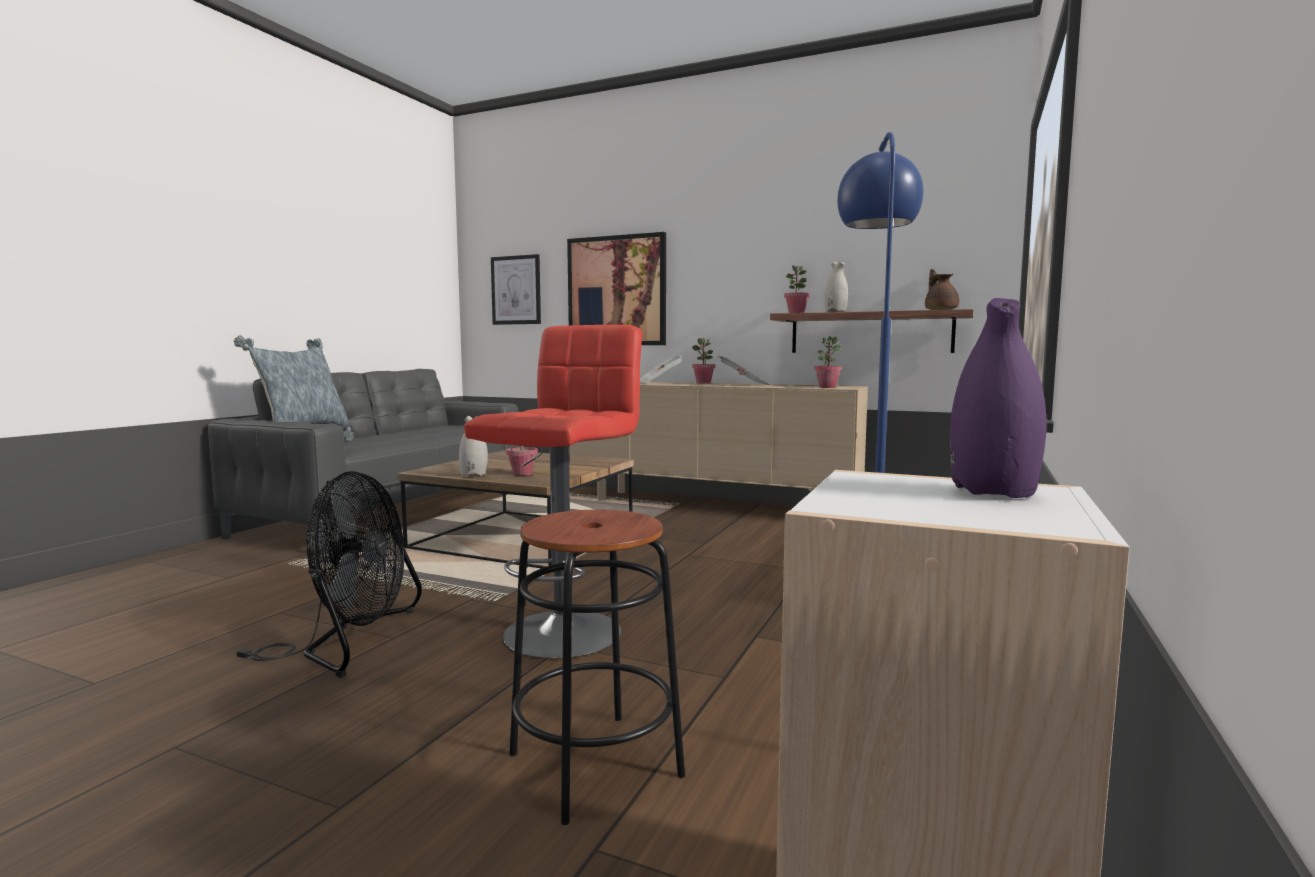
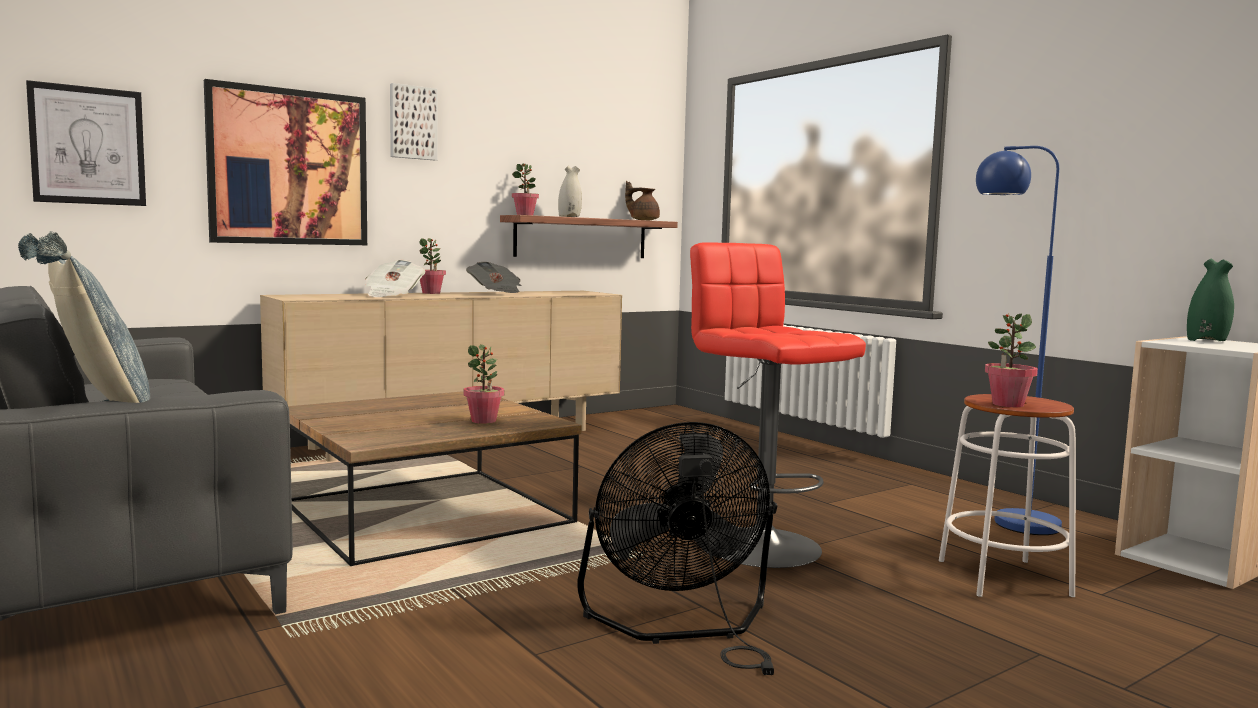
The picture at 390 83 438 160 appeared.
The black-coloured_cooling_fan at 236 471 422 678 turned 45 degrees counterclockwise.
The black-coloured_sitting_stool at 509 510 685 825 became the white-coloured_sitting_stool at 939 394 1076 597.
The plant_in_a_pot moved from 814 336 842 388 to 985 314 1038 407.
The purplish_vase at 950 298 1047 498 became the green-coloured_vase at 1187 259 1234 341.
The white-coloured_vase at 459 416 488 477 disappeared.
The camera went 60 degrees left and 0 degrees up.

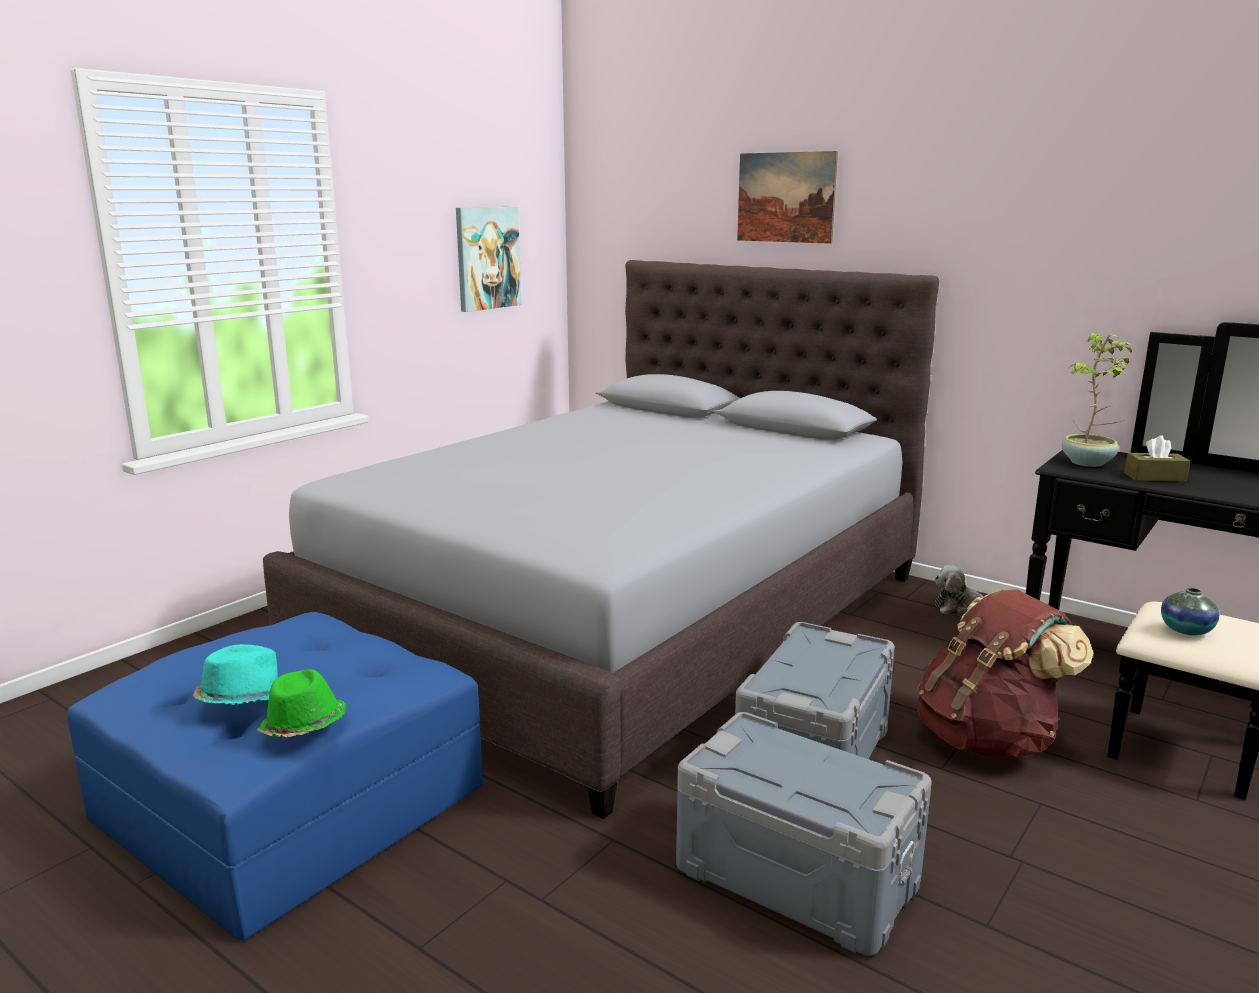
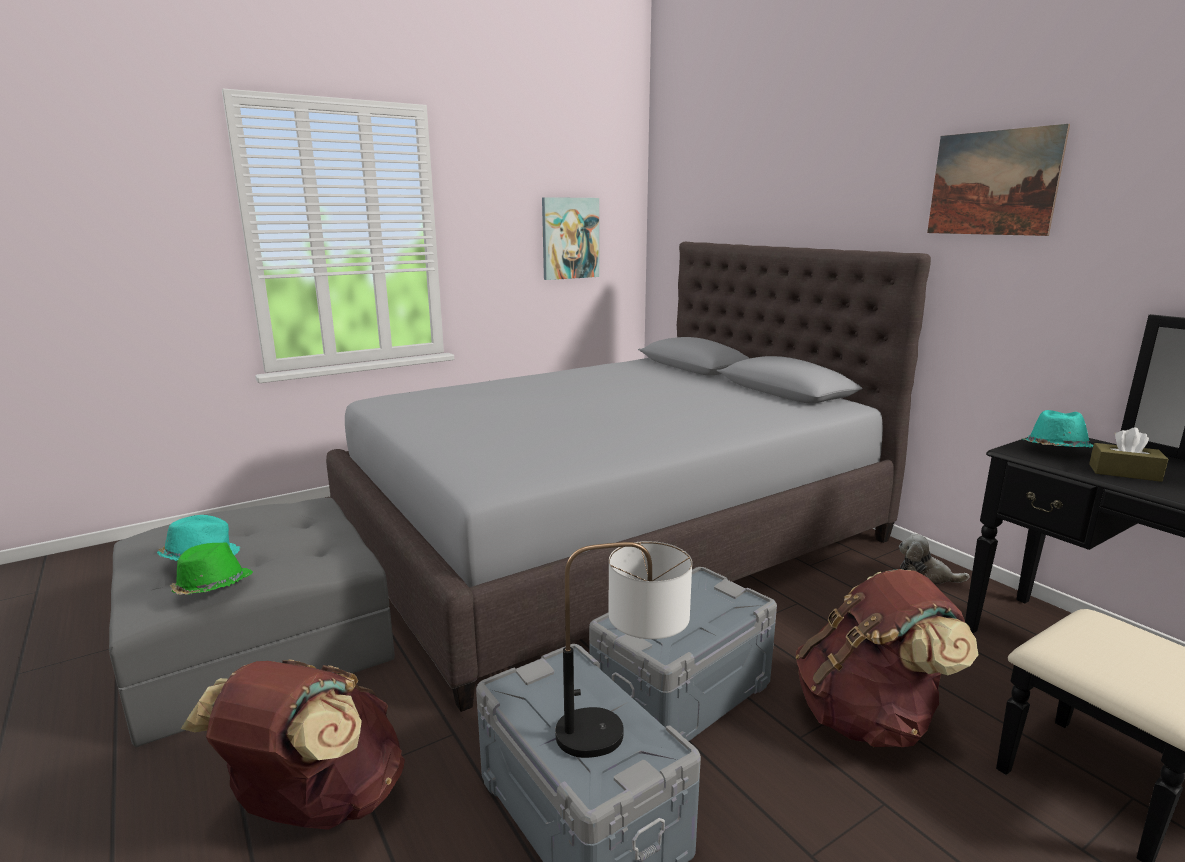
The blue-coloured_pouffe at 67 612 483 941 became the greyish_pouffe at 109 497 395 747.
The brownish_rucksack at 181 659 405 830 appeared.
The tabletop_lamp at 555 541 692 758 appeared.
The picture moved from 737 151 838 244 to 927 124 1070 236.
The plant_in_a_pot at 1062 333 1134 467 was replaced by the turquoise-coloured_clothing_hat at 1022 410 1093 448.
The vase at 1161 588 1219 635 disappeared.
The camera went 20 degrees right and 0 degrees up.

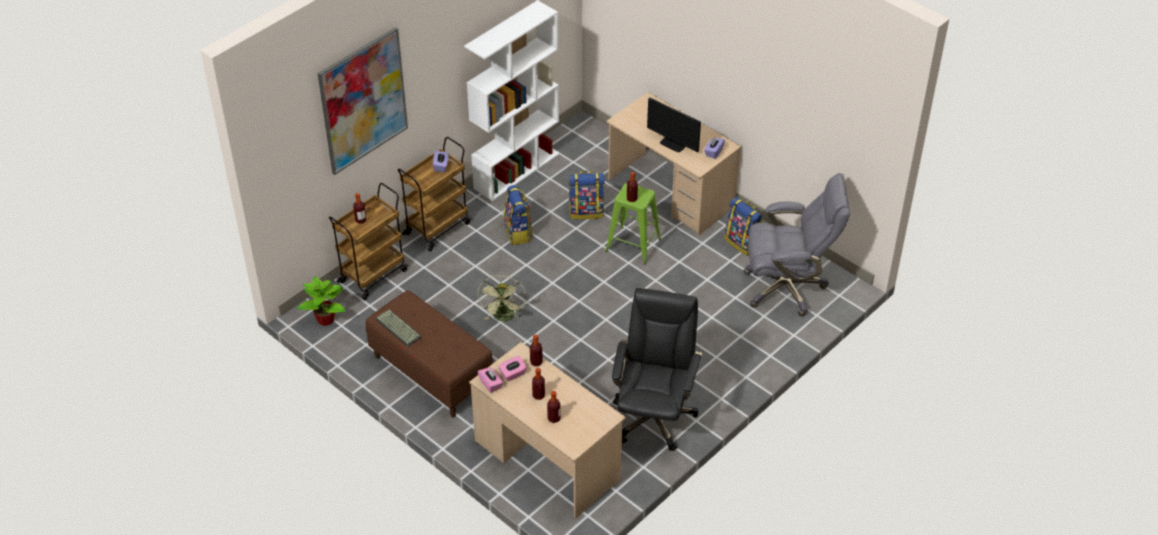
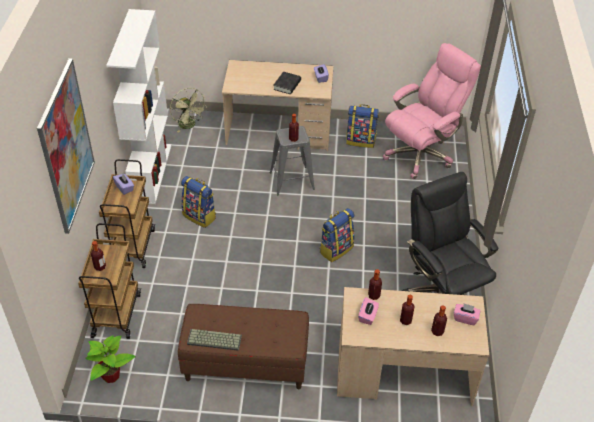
The green-coloured_cooling_fan moved from 478 276 526 322 to 170 88 206 133.
The green-coloured_sitting_stool at 605 183 661 264 became the greyish_sitting_stool at 270 126 315 195.
The computer_screen at 647 98 701 152 was replaced by the black-coloured_book at 273 72 301 94.
The rucksack moved from 568 171 605 219 to 320 208 354 262.
The greyish_desk_chair at 743 173 850 317 became the pinkish_desk_chair at 383 43 481 179.
The pinkish_tissue_box moved from 478 367 503 393 to 454 303 480 325.
The camera went 40 degrees left and 0 degrees up.

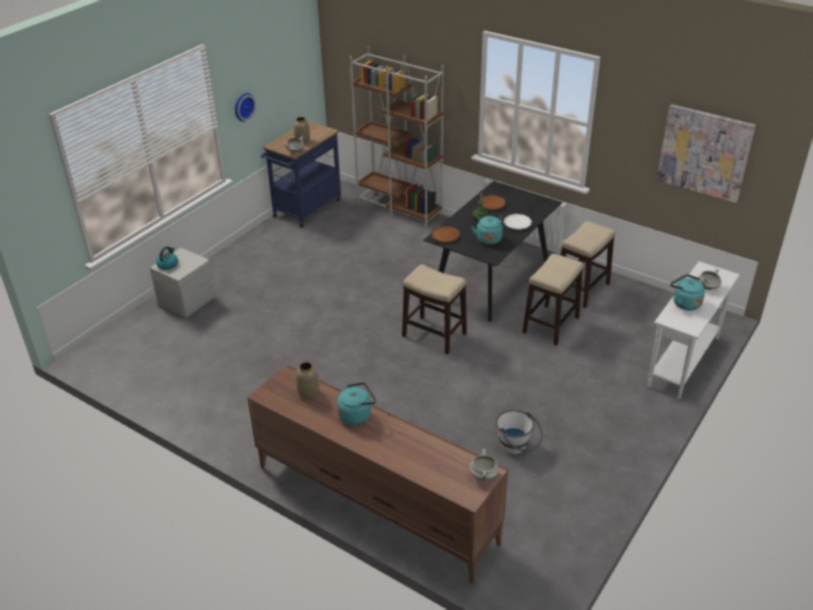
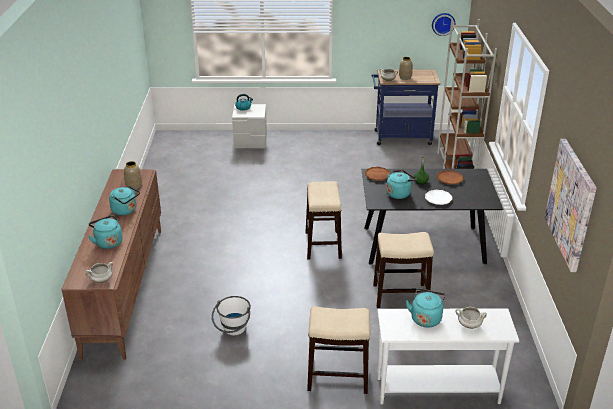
The turquoise-coloured_water_kettle at 89 215 122 249 appeared.
The sitting_stool moved from 561 221 615 308 to 307 306 370 394.
The hanging_clock moved from 235 93 256 122 to 432 13 455 36.
The camera went 55 degrees right and 5 degrees down.

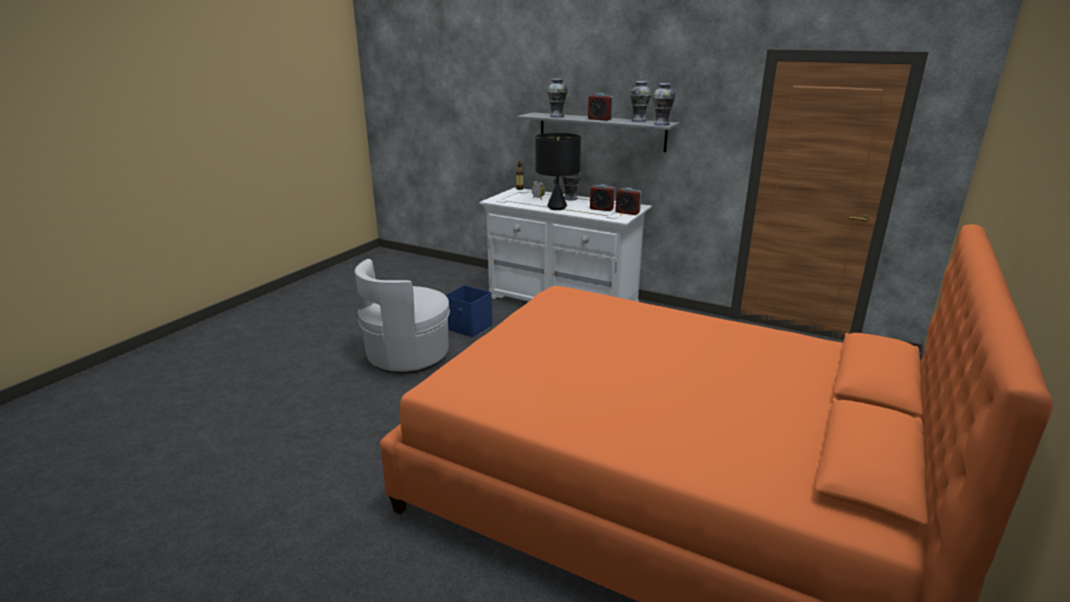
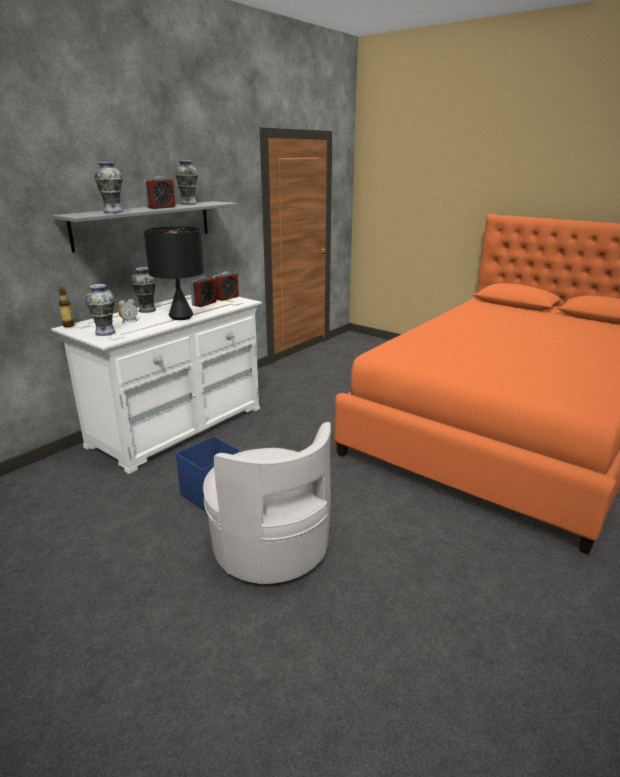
The vase moved from 653 83 675 126 to 86 284 116 336.
The camera went 80 degrees left and 0 degrees up.

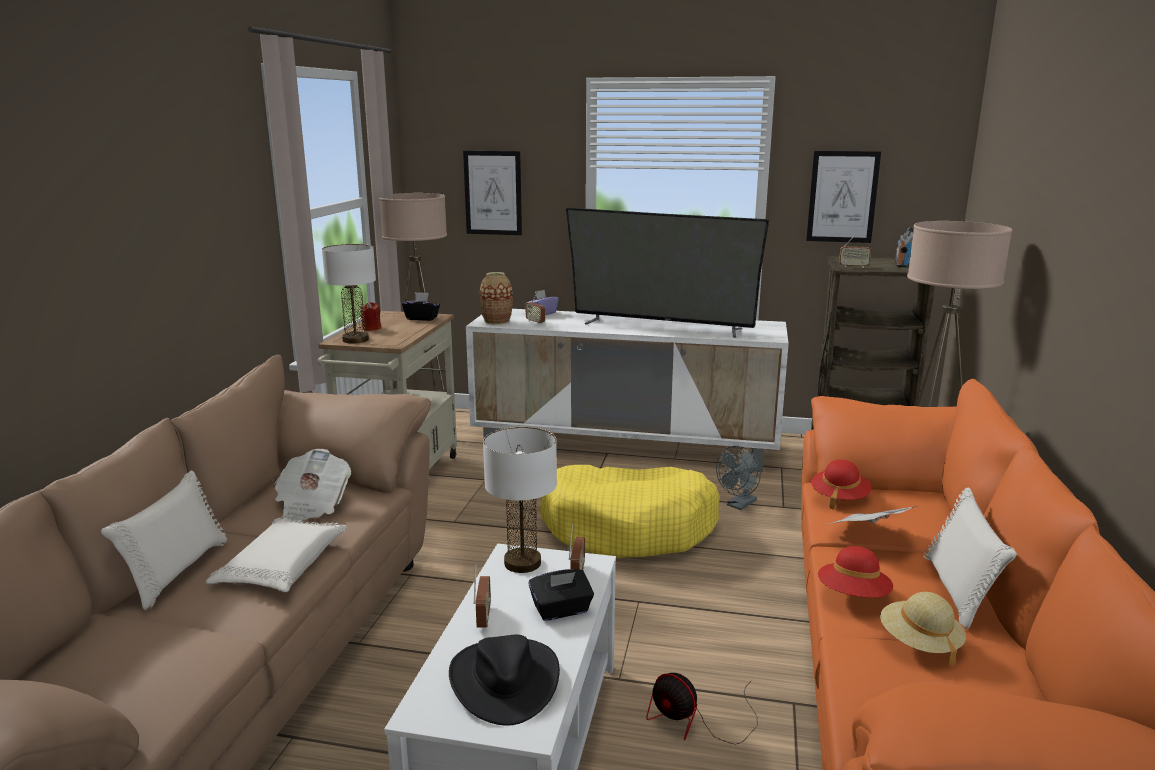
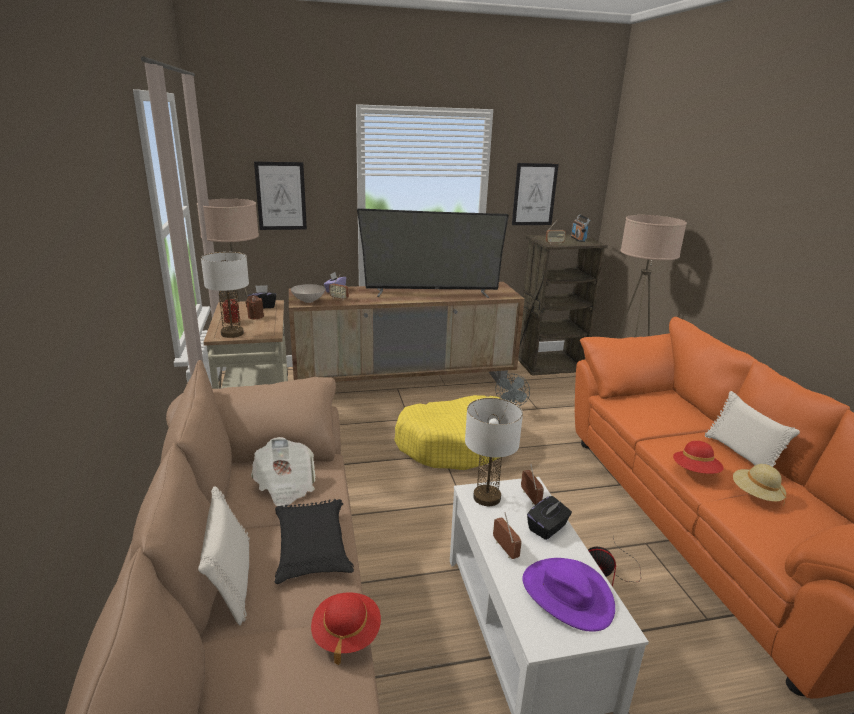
The brownish_wax_candle at 246 295 264 319 appeared.
The white-coloured_pillow at 206 517 347 592 became the black-coloured_pillow at 275 499 354 584.
The white-coloured_tv_stand at 466 309 789 472 became the brownish_tv_stand at 289 282 524 386.
The vase at 480 272 513 325 was replaced by the white-coloured_bowl at 291 284 325 303.
The red_clothing_hat moved from 811 460 872 510 to 311 592 381 665.
The black-coloured_clothing_hat at 449 634 560 726 became the purplish_clothing_hat at 522 558 615 632.
The newspaper at 828 506 917 524 disappeared.
The camera went 25 degrees left and 5 degrees up.

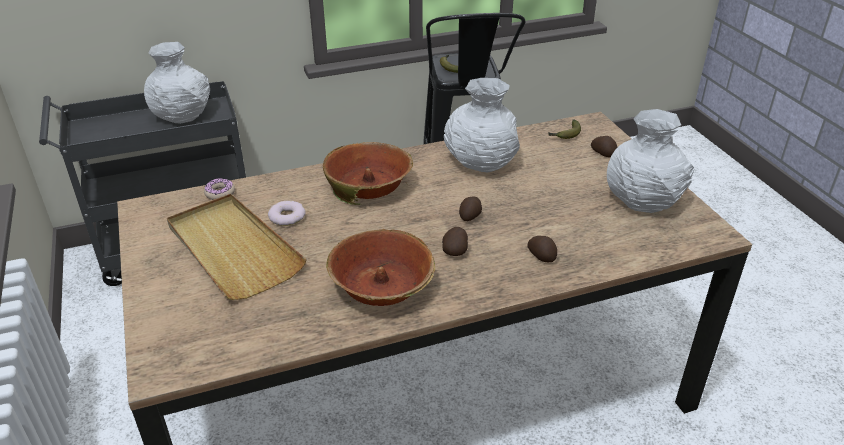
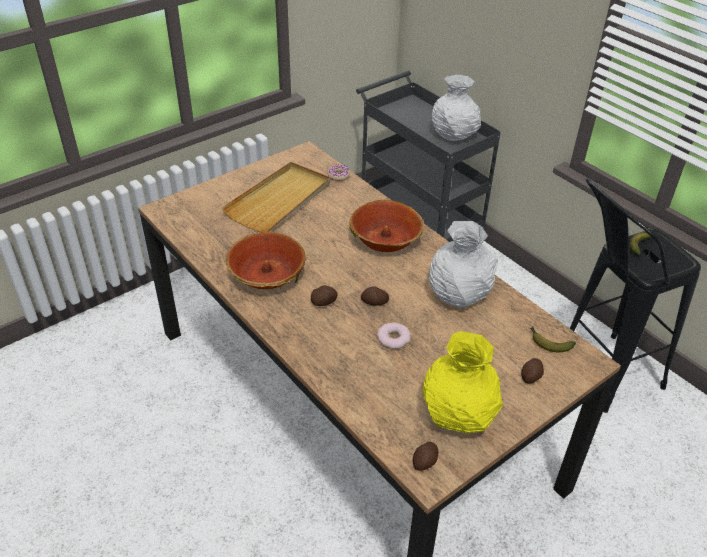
The doughnut moved from 268 201 306 226 to 377 323 411 349.
The potato moved from 527 236 557 262 to 413 442 439 471.
The white-coloured_vase at 607 109 694 213 became the yellow-coloured_vase at 423 331 503 433.
The camera went 70 degrees right and 5 degrees up.

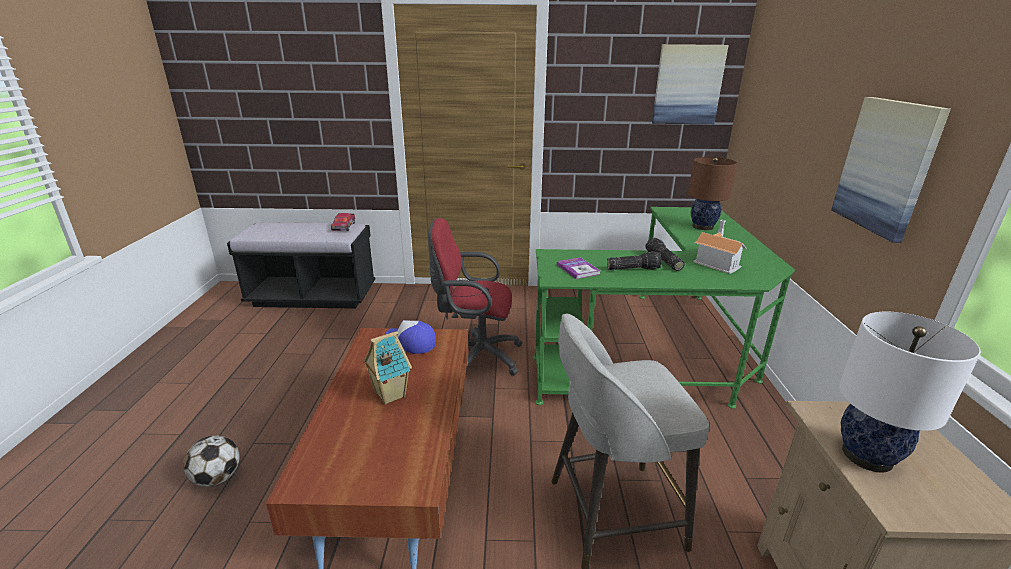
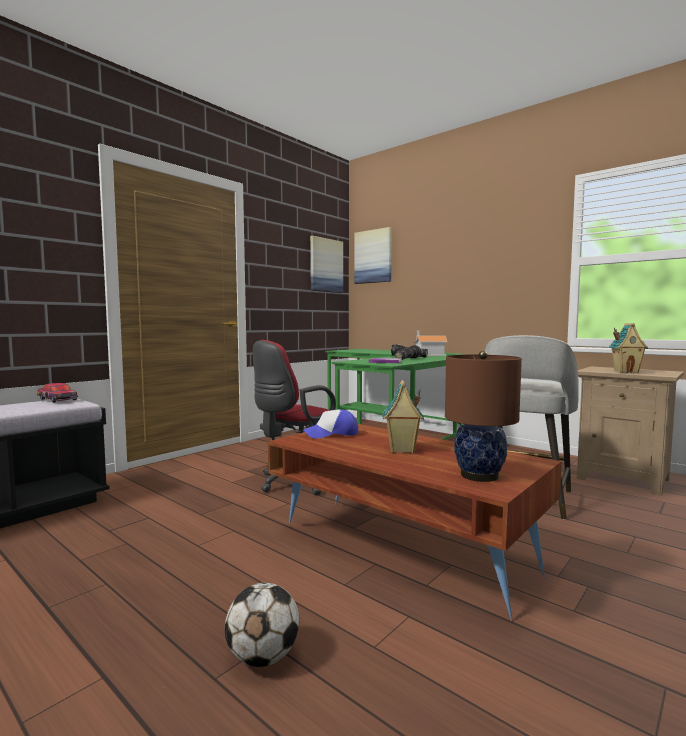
The picture moved from 831 97 951 243 to 354 227 392 284.
The brownish_tabletop_lamp moved from 688 157 737 230 to 445 351 522 482.
The white-coloured_tabletop_lamp at 839 312 981 473 was replaced by the model_house at 608 323 648 373.
The camera went 50 degrees left and 20 degrees down.

